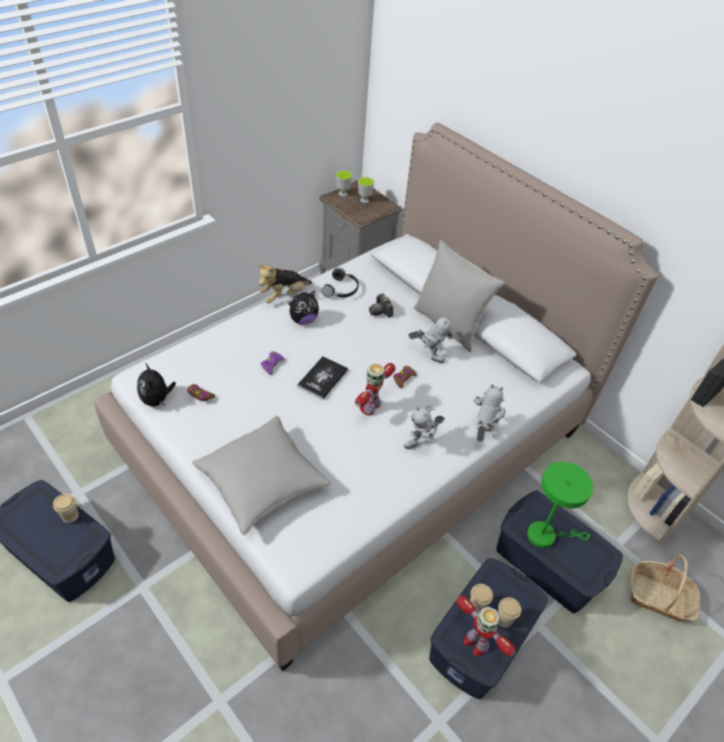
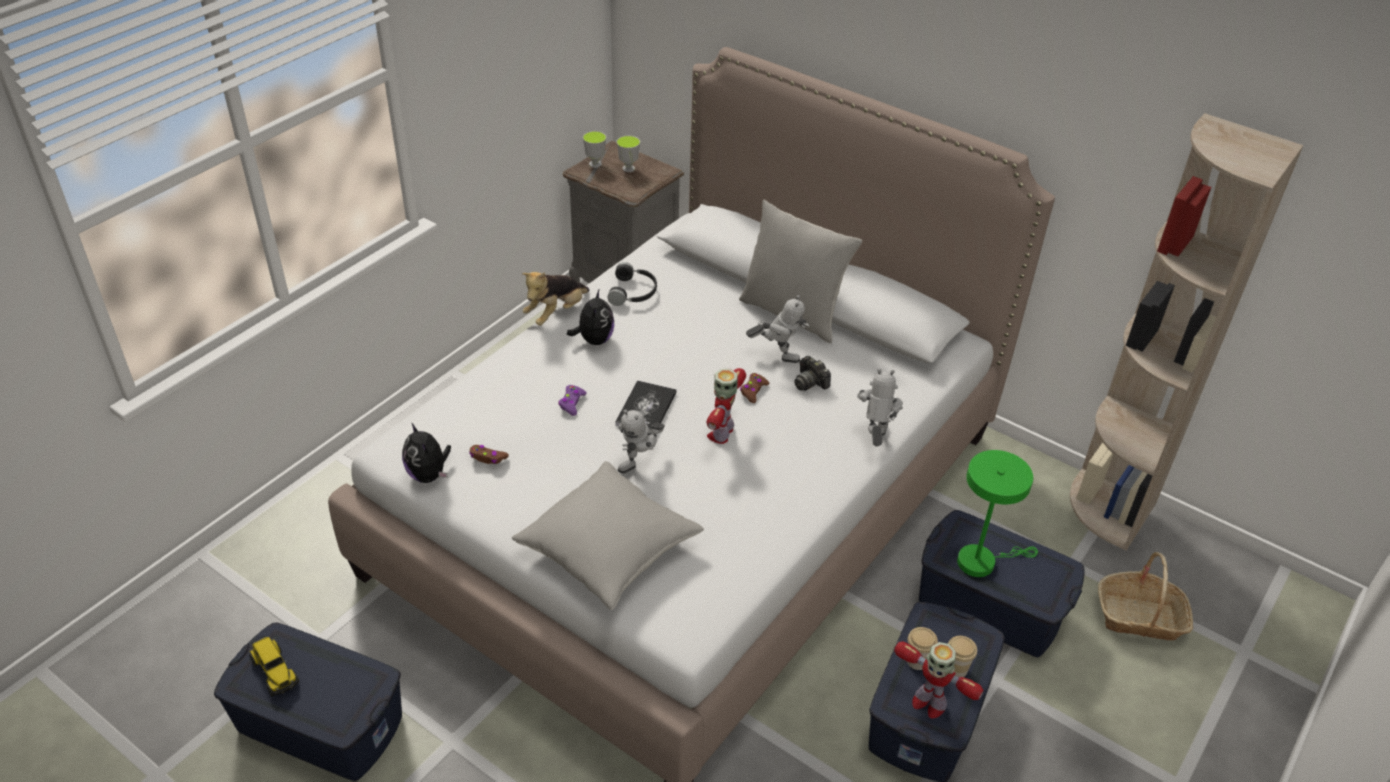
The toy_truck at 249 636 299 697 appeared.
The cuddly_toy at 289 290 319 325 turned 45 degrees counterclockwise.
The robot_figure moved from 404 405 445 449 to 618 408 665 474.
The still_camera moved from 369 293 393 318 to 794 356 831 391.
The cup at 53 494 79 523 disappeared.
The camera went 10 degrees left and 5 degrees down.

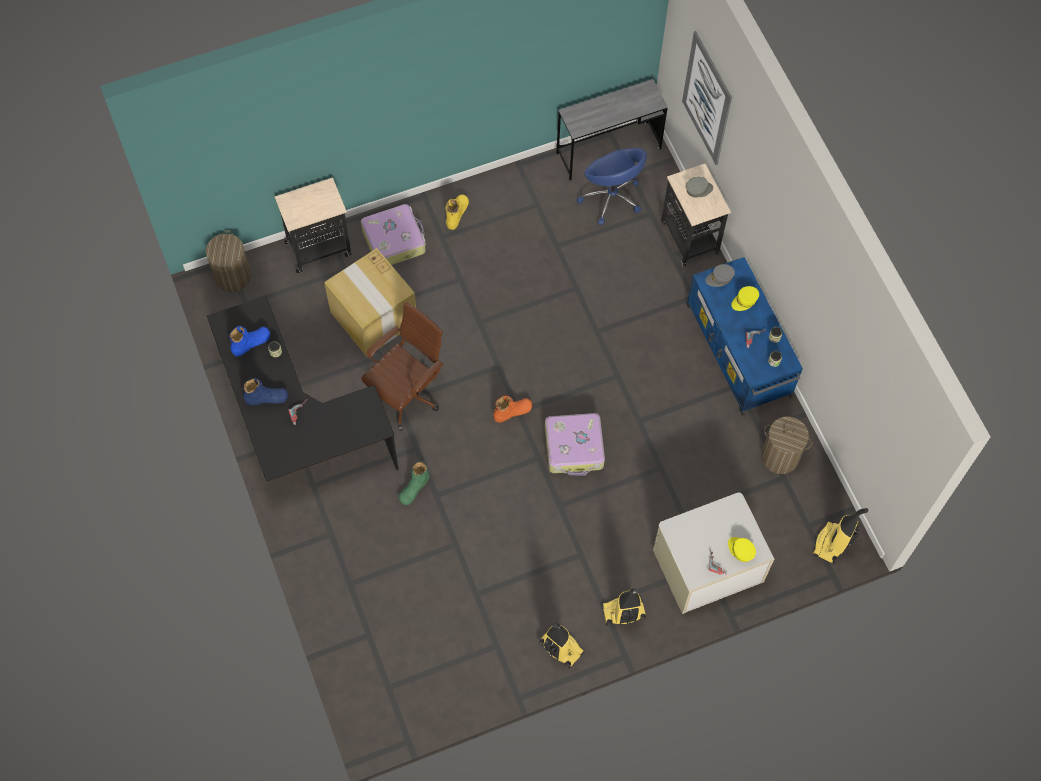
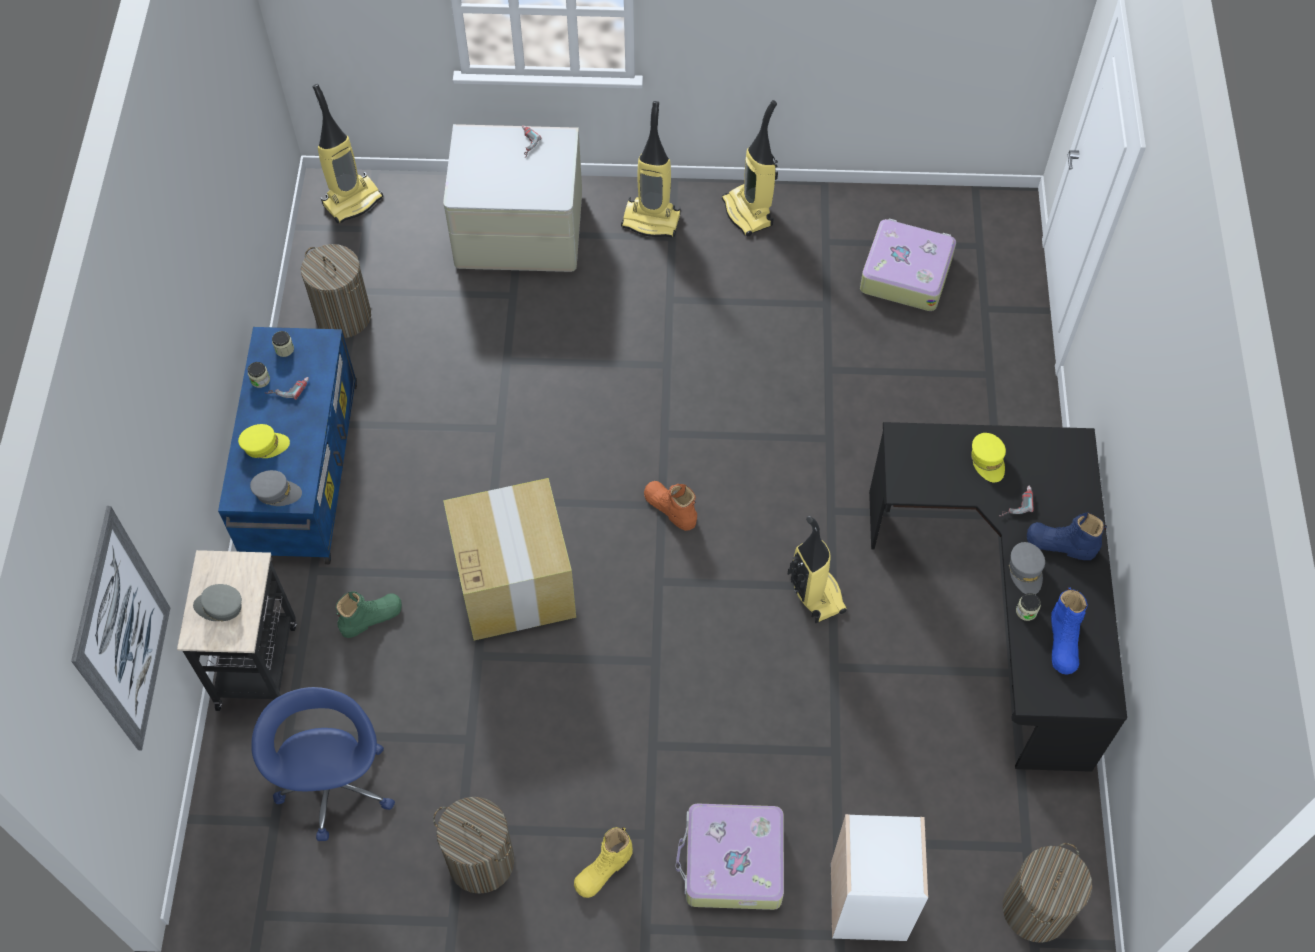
The green-coloured_high-top_boot moved from 398 461 429 505 to 336 591 402 638.
The hamper at 433 797 514 894 appeared.
The carton moved from 324 248 416 357 to 443 478 576 641.
The orangey_high-top_boot at 493 395 532 423 turned 45 degrees clockwise.
The brownish_desk_chair at 361 302 444 431 was replaced by the hoover at 788 516 847 623.
The wheeled_cart at 275 178 351 273 was replaced by the bookcase at 831 814 928 941.
The piece_of_luggage moved from 545 413 605 476 to 860 218 956 311.
The yellow-coloured_peaked_cap moved from 728 537 756 562 to 971 433 1006 482.
The greyish_peaked_cap at 1009 542 1045 594 appeared.
The blue-coloured_high-top_boot at 229 326 270 357 turned 75 degrees counterclockwise.
The greyish_desk_table at 556 79 668 180 disappeared.
The camera went 155 degrees left and 5 degrees down.

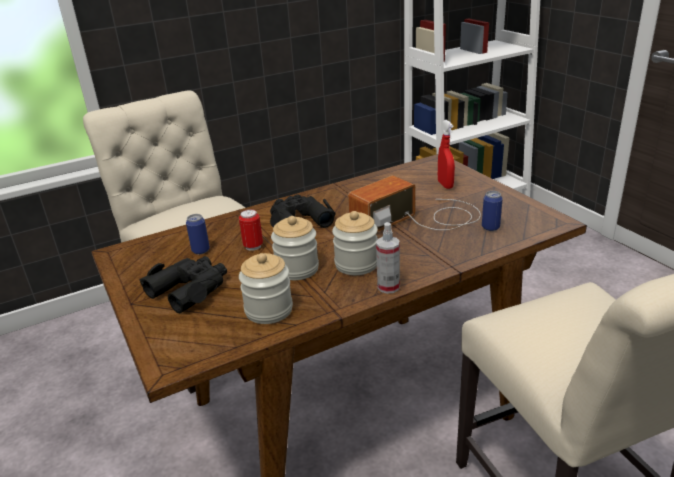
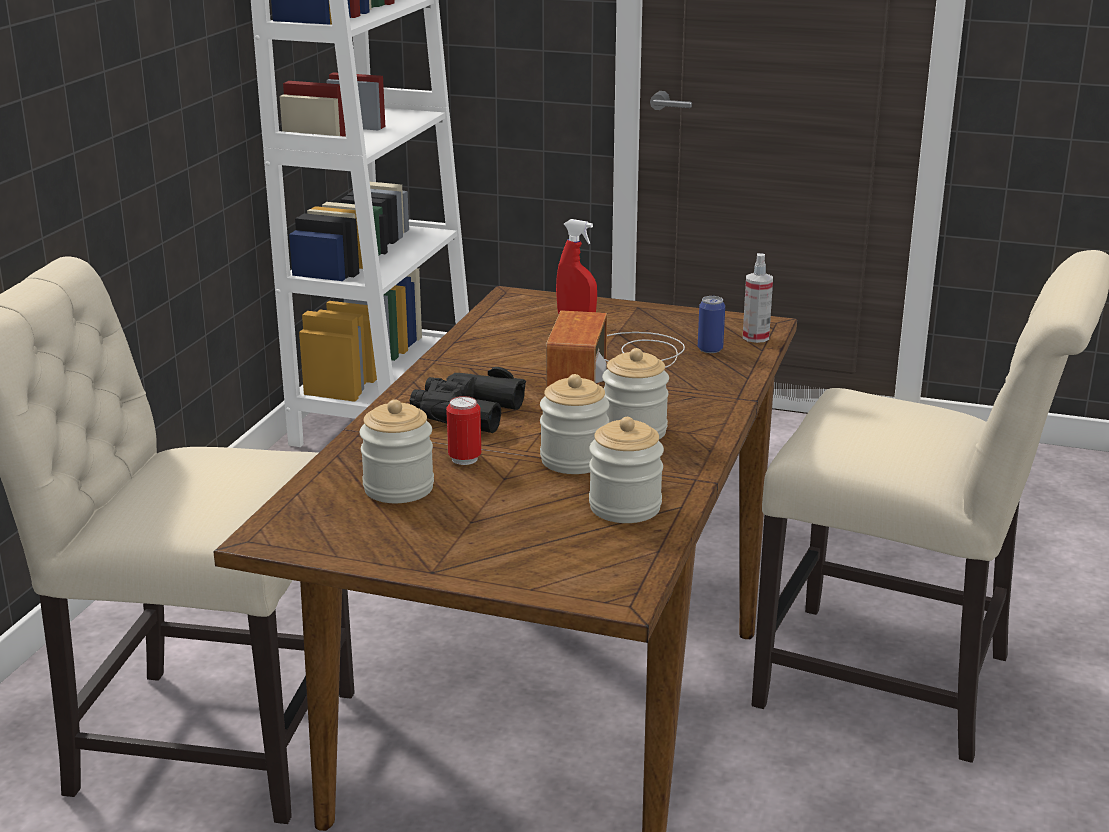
The can at 186 214 210 254 was replaced by the storage_jar at 360 399 434 503.
The sprayer moved from 376 222 400 294 to 743 253 773 343.
The black-coloured_field_glasses at 139 256 227 313 disappeared.
The camera went 45 degrees left and 5 degrees down.

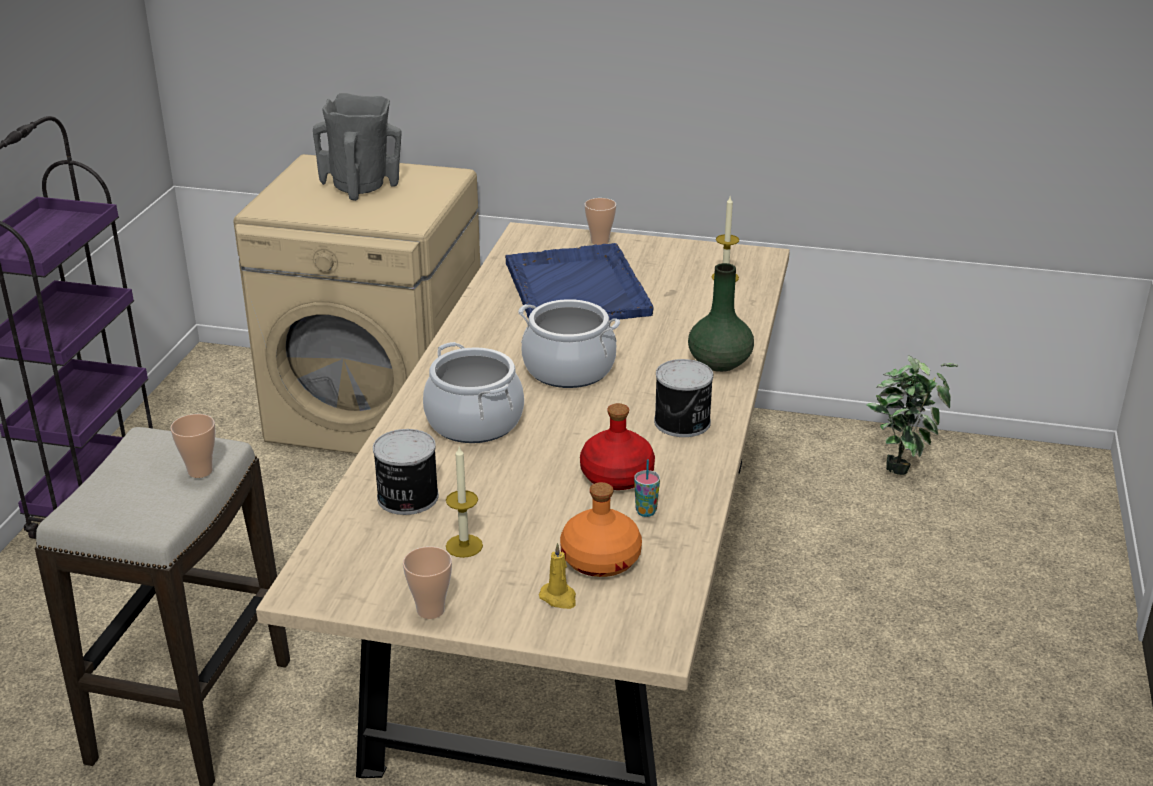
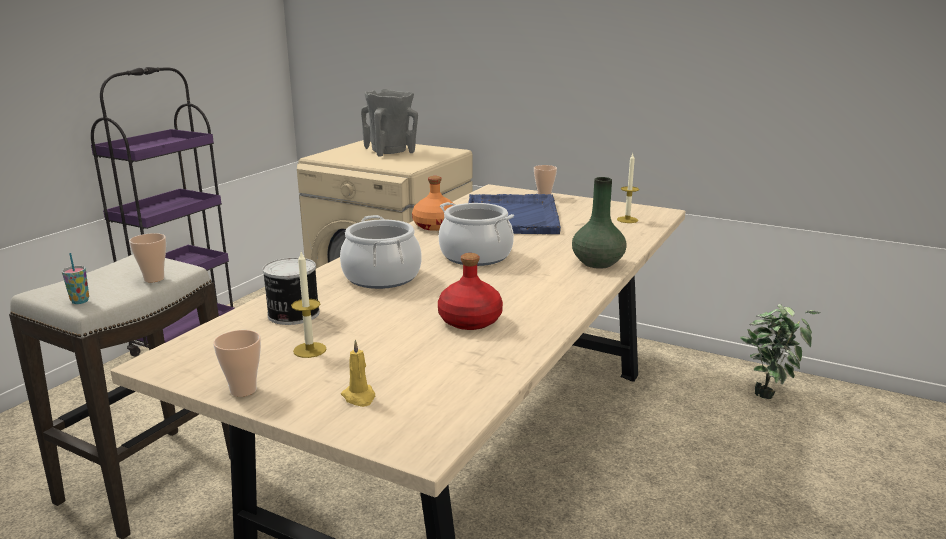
The cup moved from 634 459 660 517 to 62 253 89 304.
The orangey_bottle moved from 560 482 642 577 to 412 176 454 231.
The can at 654 359 713 437 disappeared.
The camera went 15 degrees right and 10 degrees down.

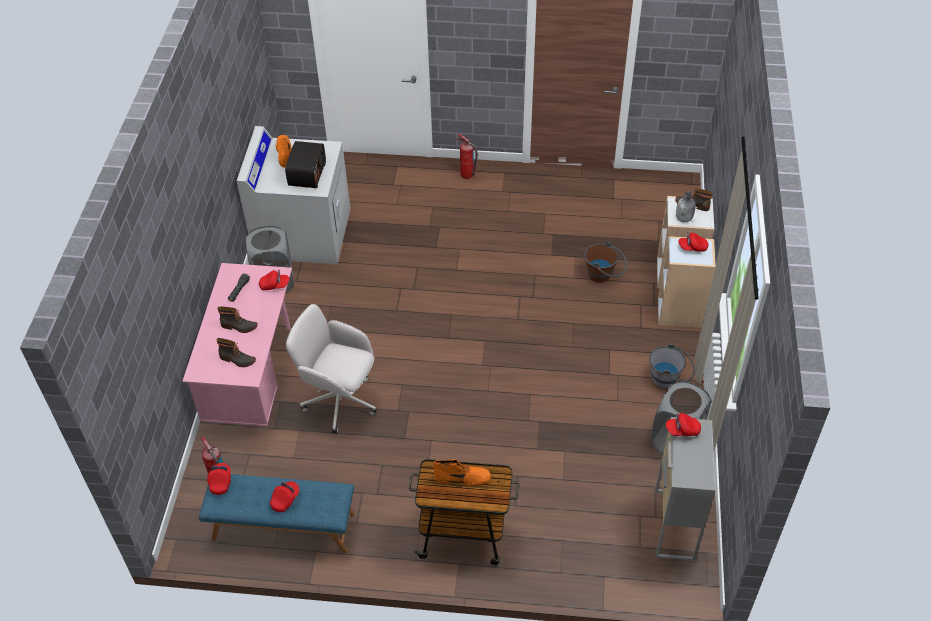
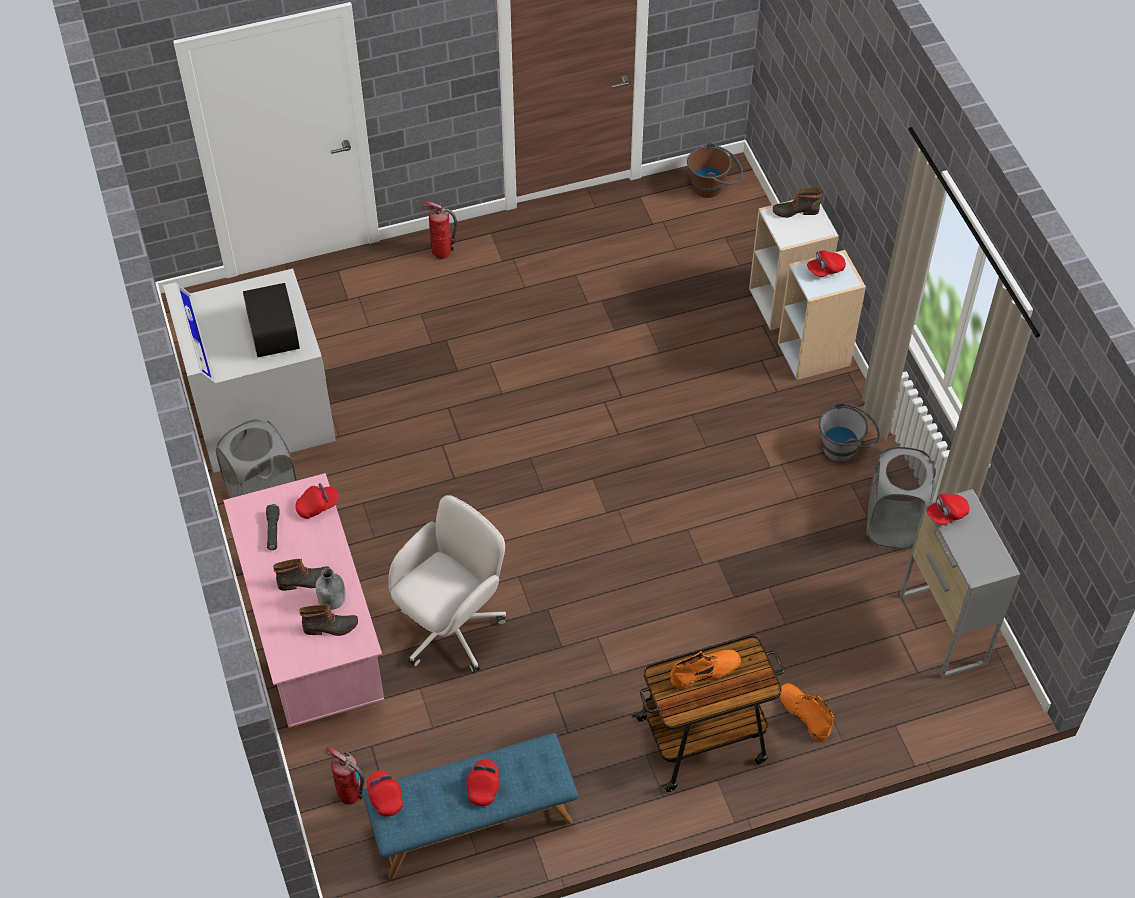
The greyish_bottle moved from 676 191 696 222 to 315 568 346 610.
The white-coloured_desk_chair at 286 304 377 434 turned 135 degrees clockwise.
The brownish_water_bucket moved from 584 242 627 283 to 687 143 743 198.
The orangey_high-top_boot moved from 276 135 291 168 to 780 683 834 741.
The camera went 25 degrees left and 5 degrees up.

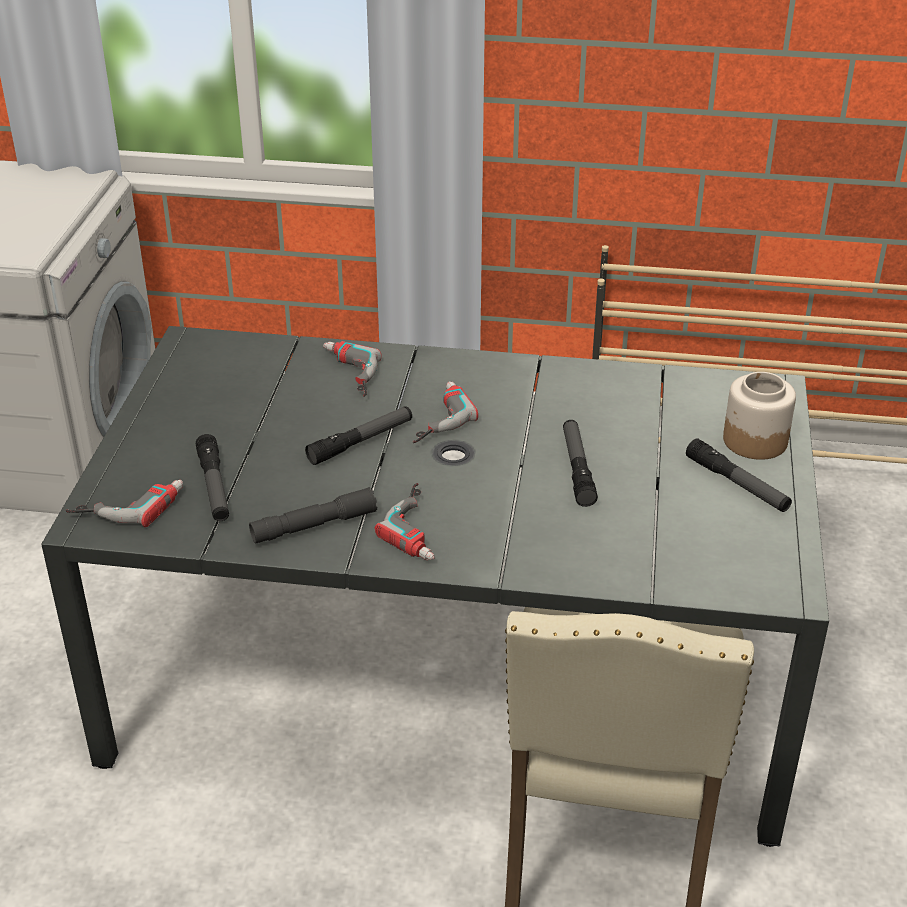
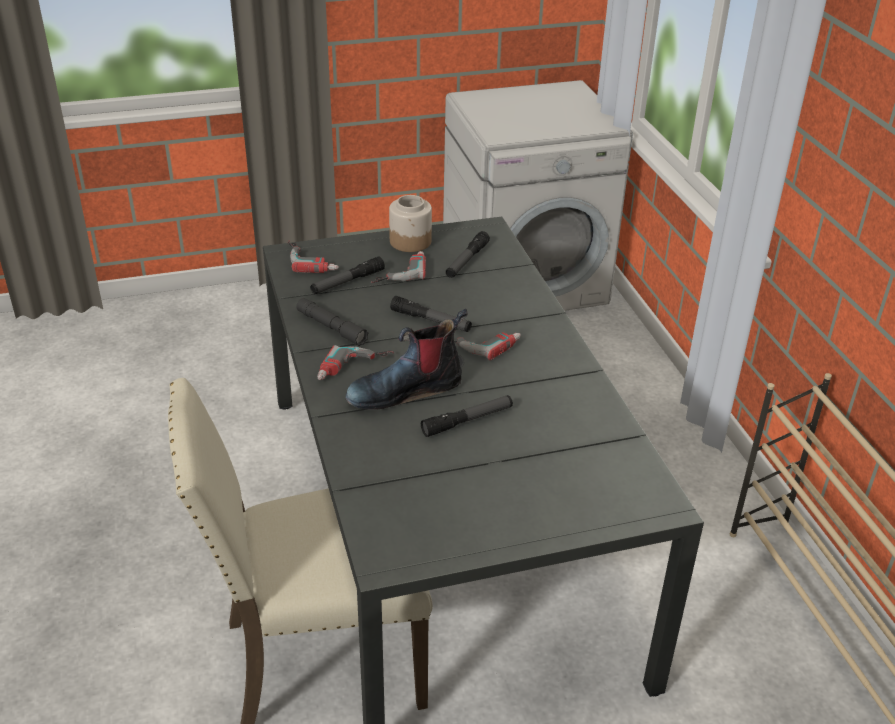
The high-top_boot at 345 309 468 409 appeared.
The electric_drill moved from 323 341 382 397 to 371 251 426 283.
The storage_jar moved from 723 372 796 460 to 389 195 432 252.
The flashlight moved from 686 438 792 512 to 446 231 490 278.
The camera went 65 degrees right and 0 degrees up.

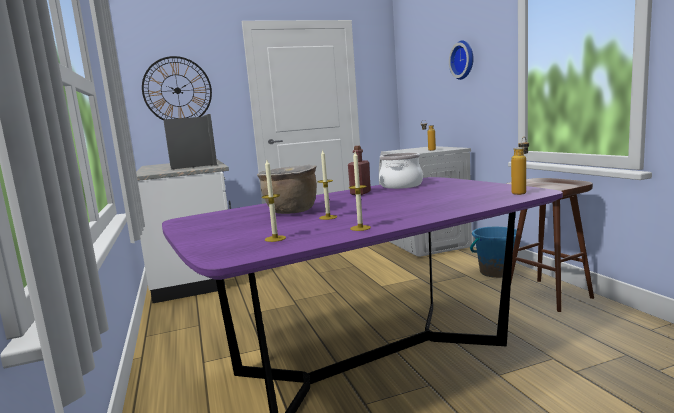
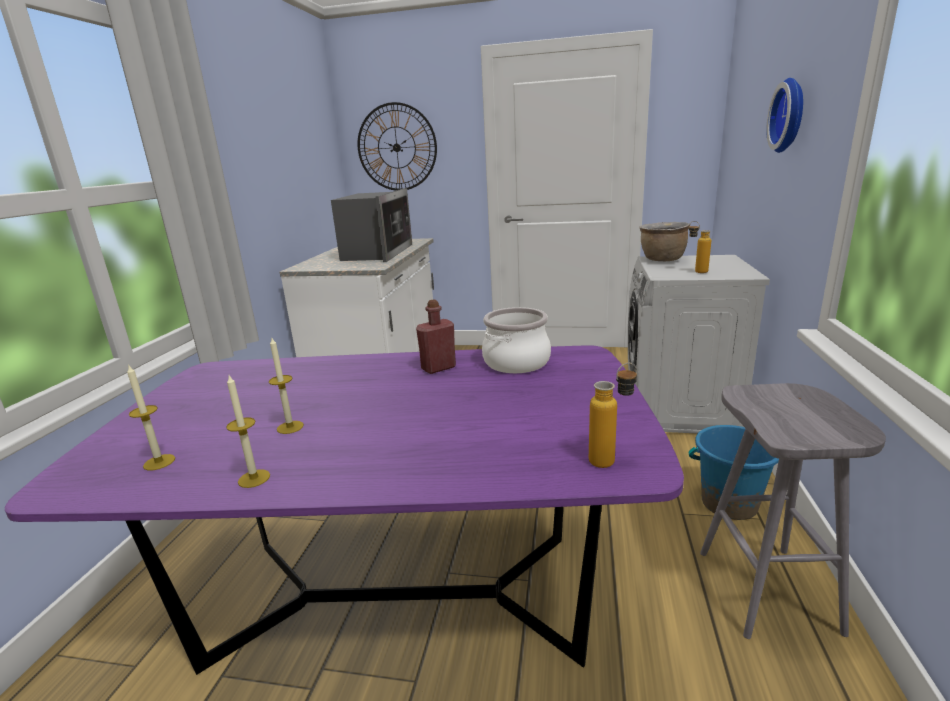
The brownish_saucepot moved from 257 165 317 214 to 639 222 690 261.
The brownish_sitting_stool at 506 178 594 312 became the greyish_sitting_stool at 700 383 886 639.
The camera went 30 degrees right and 10 degrees up.

